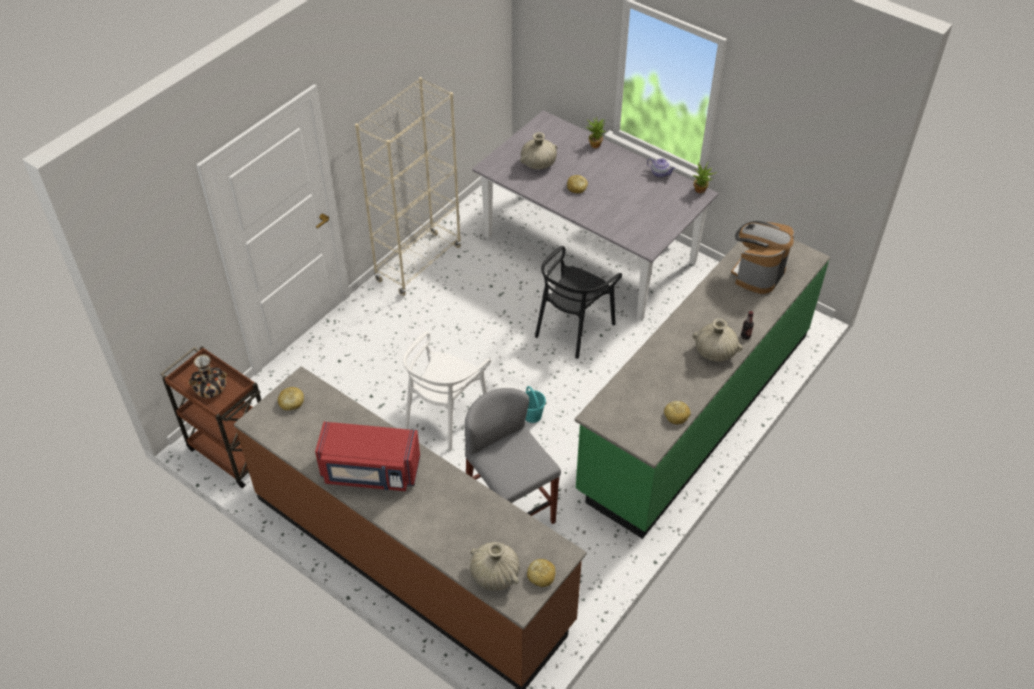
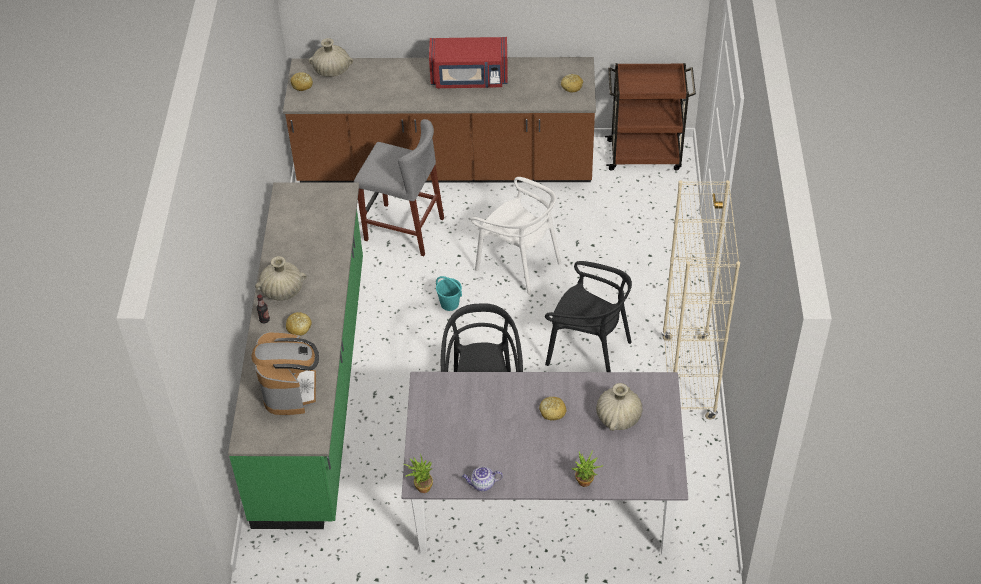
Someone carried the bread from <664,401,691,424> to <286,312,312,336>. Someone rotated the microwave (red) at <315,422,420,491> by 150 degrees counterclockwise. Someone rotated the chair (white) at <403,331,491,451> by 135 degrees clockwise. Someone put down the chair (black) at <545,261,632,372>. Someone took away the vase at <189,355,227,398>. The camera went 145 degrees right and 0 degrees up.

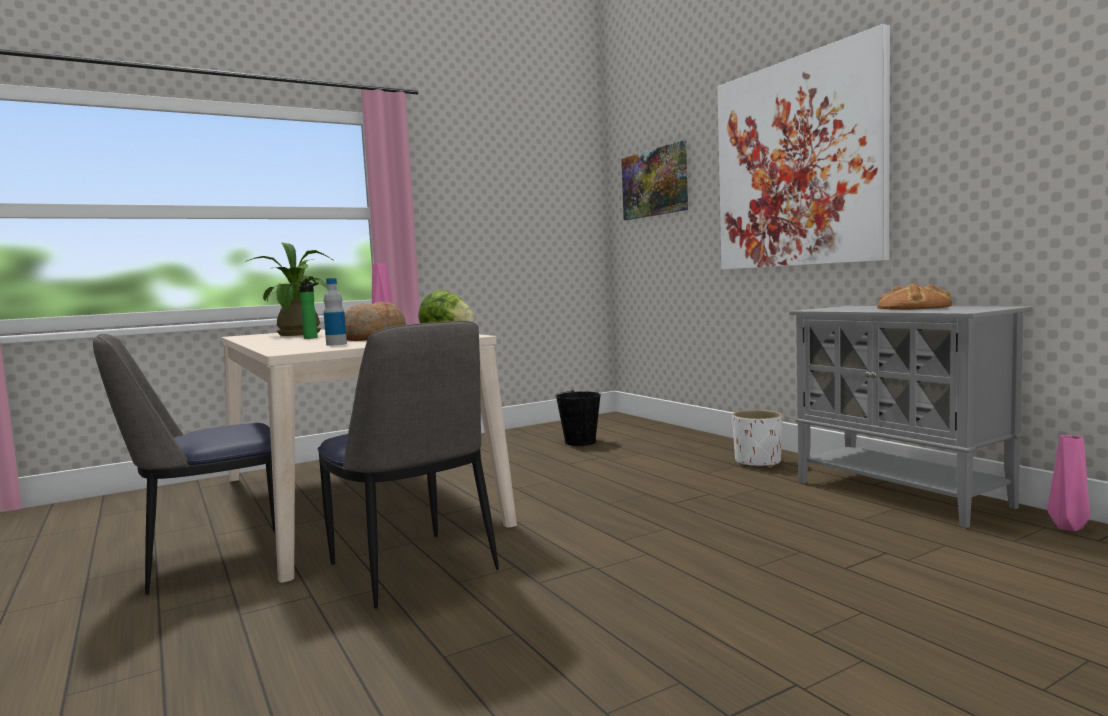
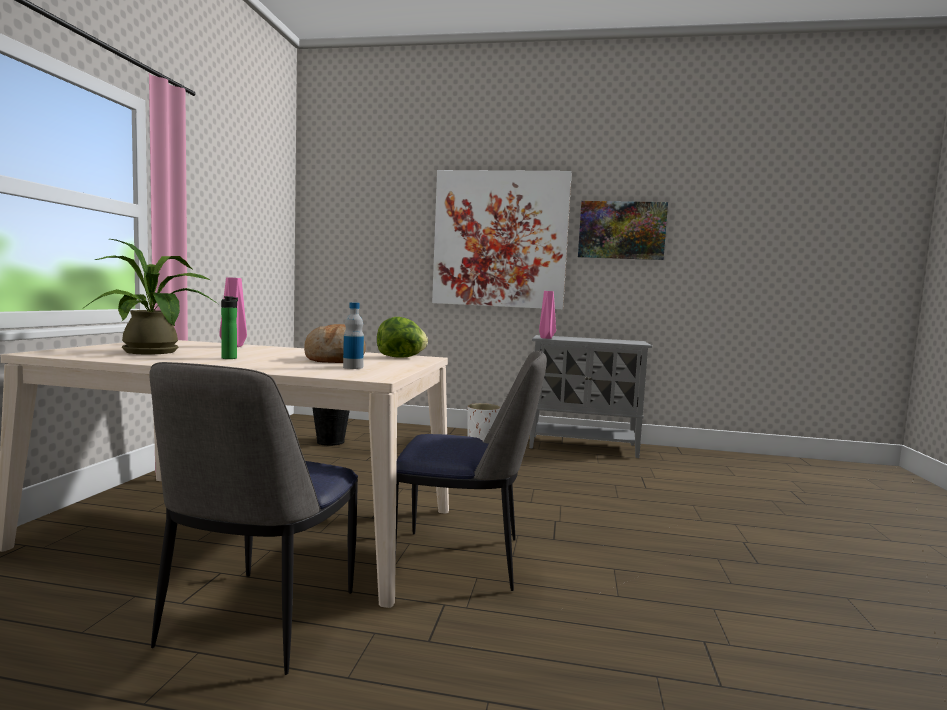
Someone carried the vase (pink) from <1047,435,1090,531> to <539,291,556,339>. Someone carried the picture from <621,141,688,220> to <578,201,668,260>. Someone took away the bread at <877,284,952,310>. The camera went 50 degrees left and 0 degrees up.

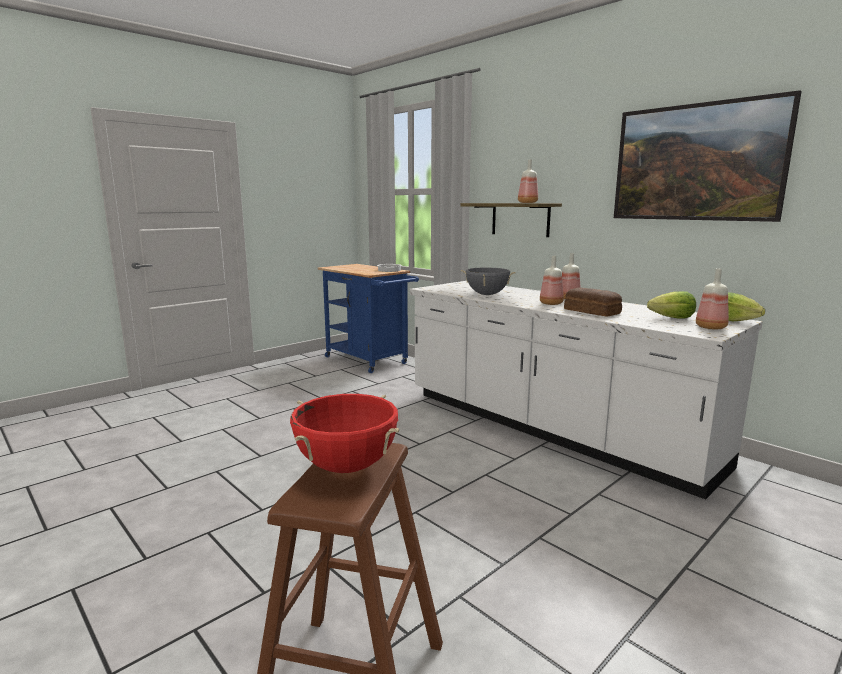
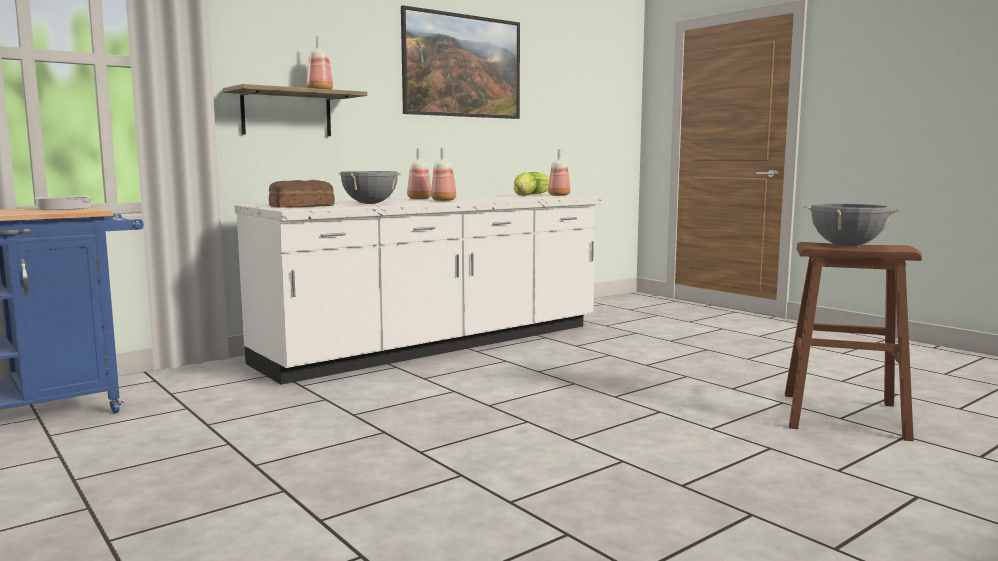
Someone carried the bread from <564,287,622,317> to <269,180,335,208>. Someone repainted the cooking pot (red) at <290,394,400,473>, which became the cooking pot (grey) at <803,203,900,247>. The camera went 85 degrees left and 5 degrees down.

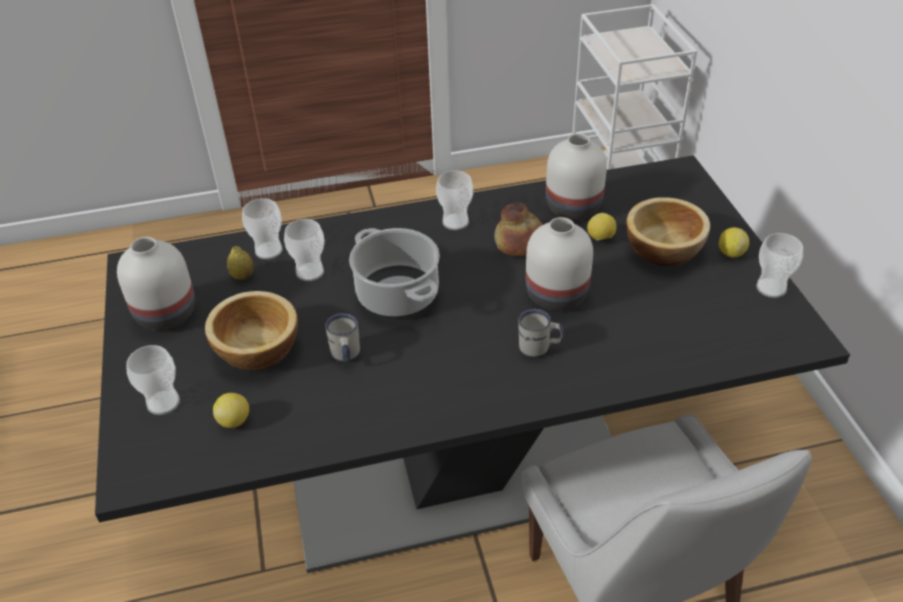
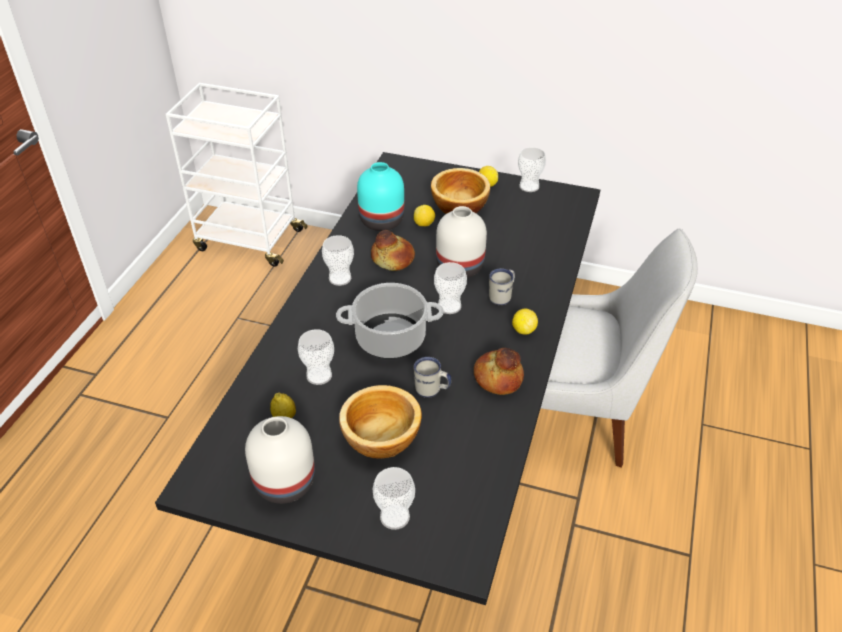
Someone repainted the vase (white) at <546,133,607,220>, which became the vase (turquoise) at <357,162,404,231>. Someone carried the cup from <242,198,283,259> to <434,262,467,314>. Someone put down the bread at <474,348,524,395>. Someone carried the lemon from <213,393,249,428> to <512,309,538,334>. The camera went 60 degrees left and 0 degrees up.

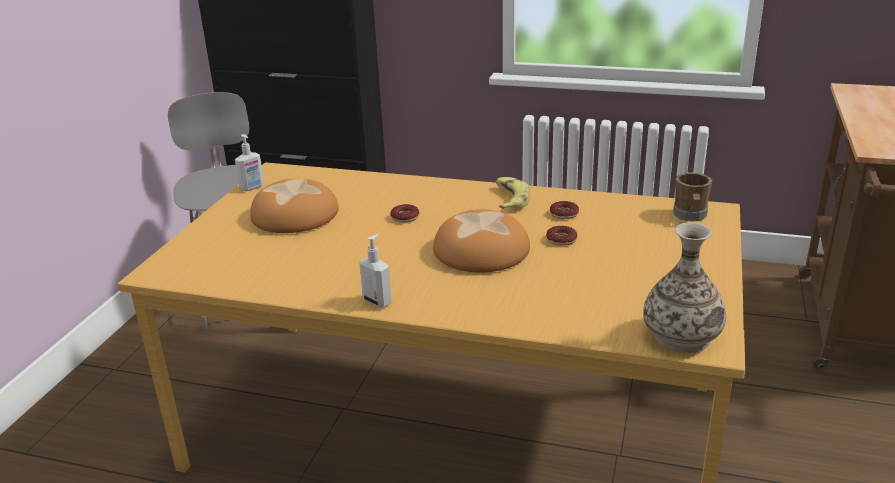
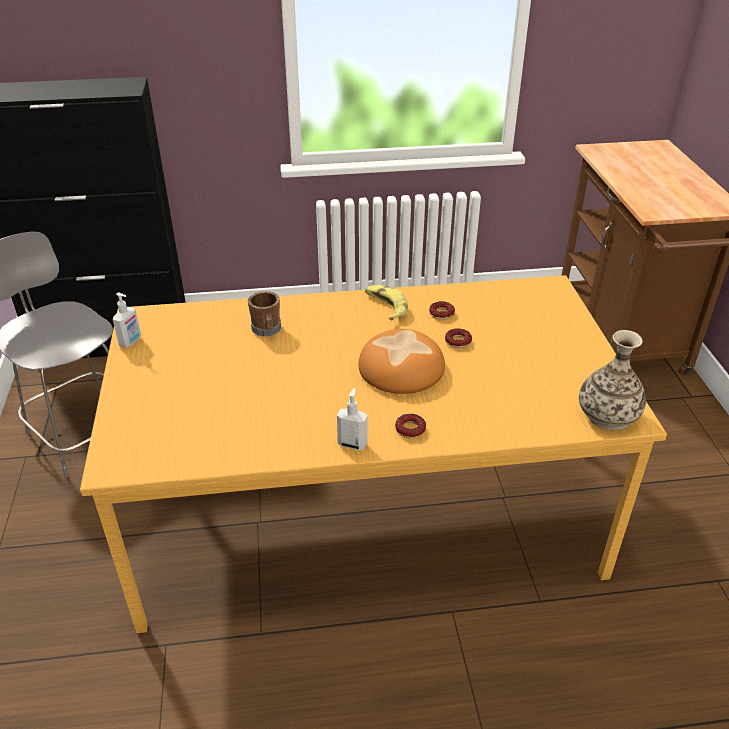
Someone carried the mug (brown) from <673,172,712,221> to <248,291,281,337>. Someone carried the donut from <391,204,419,223> to <395,414,426,439>. Someone took away the bread at <250,179,338,233>. The camera went 25 degrees left and 10 degrees up.

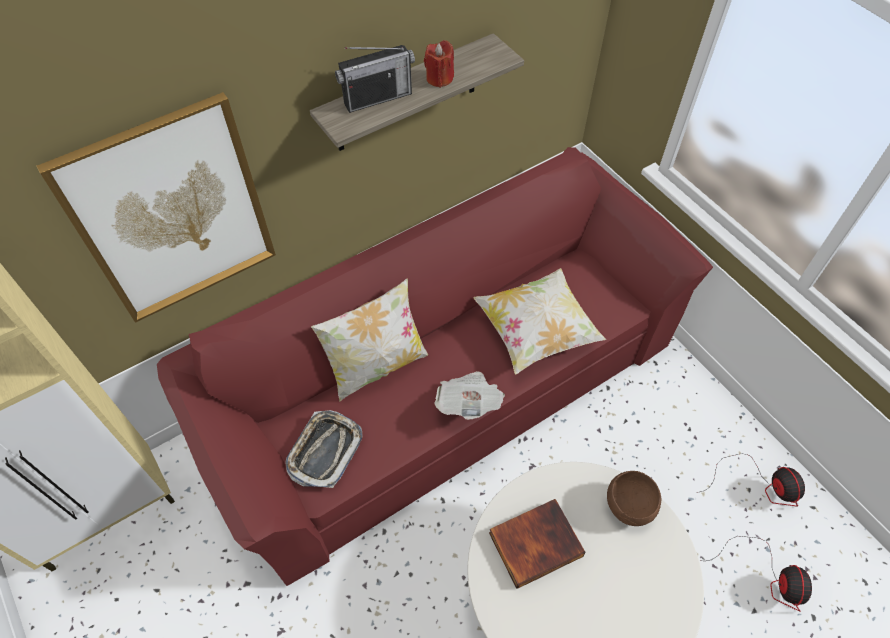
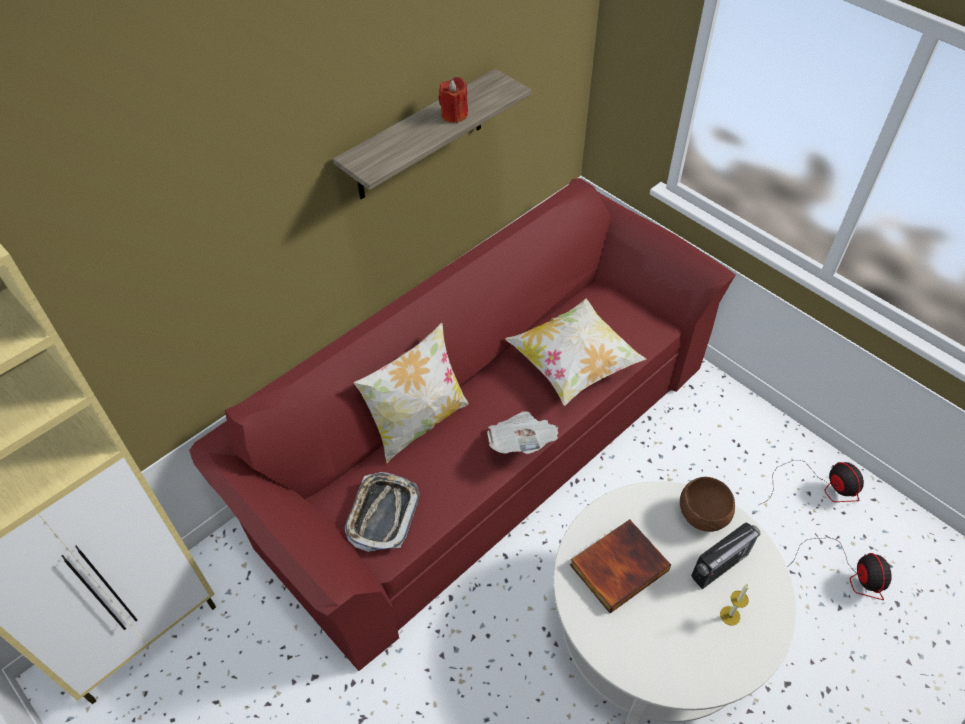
Someone carried the radio from <335,45,415,113> to <691,522,761,589>. Someone put down the candle at <720,584,749,626>. Someone took away the picture at <37,92,276,323>. The camera went 10 degrees left and 5 degrees down.

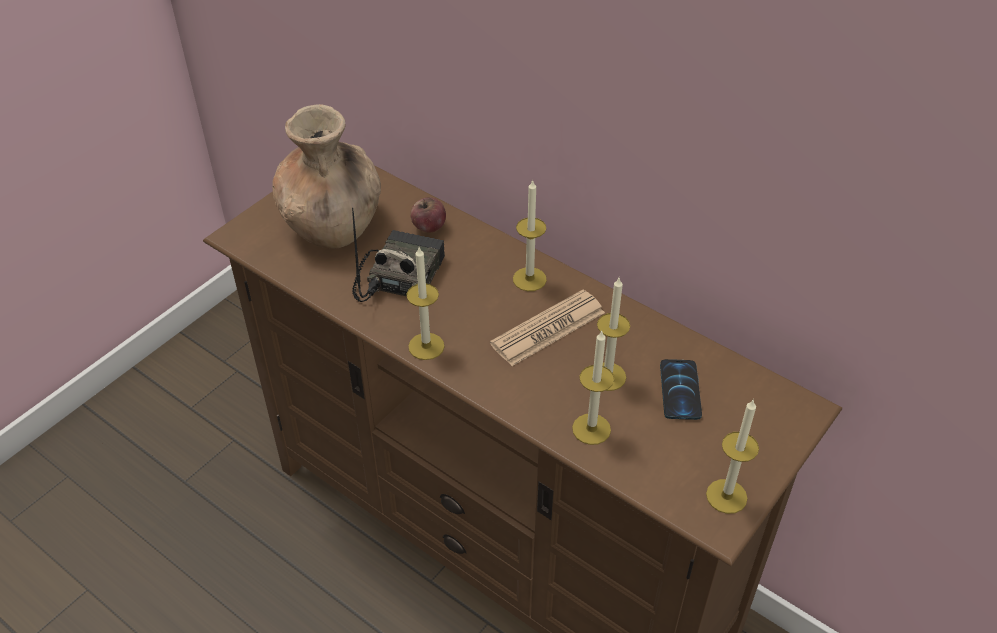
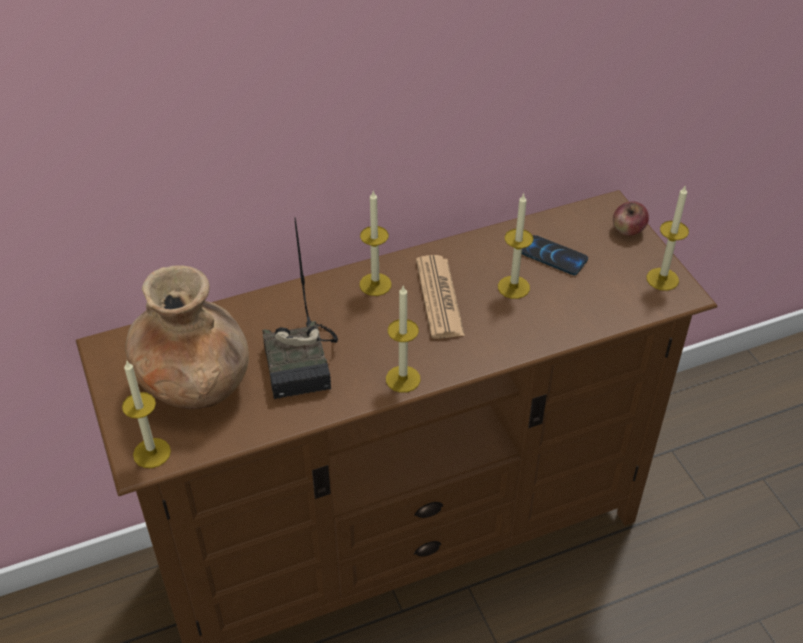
Someone carried the candle from <572,331,614,445> to <122,361,171,468>. Someone rotated the radio at <352,208,445,302> by 150 degrees counterclockwise. Someone carried the apple from <410,197,446,233> to <613,202,649,236>. The camera went 60 degrees left and 0 degrees up.

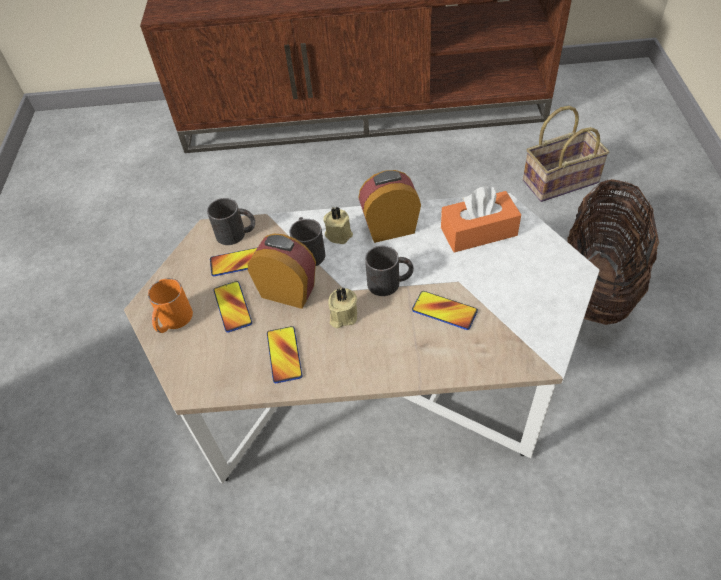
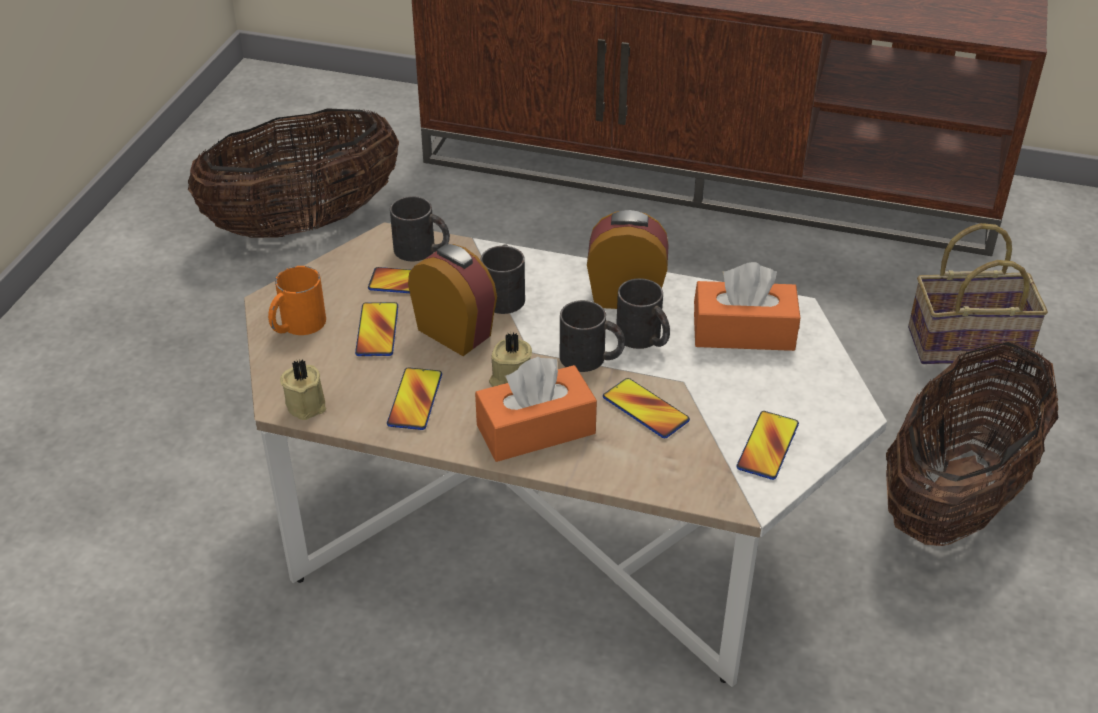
Someone put down the basket at <188,108,399,238>. Someone carried the candle (beige) from <323,206,353,244> to <280,360,326,420>. Someone put down the tissue box (orange) at <475,357,597,462>. Someone put down the mug (black) at <616,278,670,349>. Someone put down the phone at <736,411,799,480>. The camera went 15 degrees right and 10 degrees down.

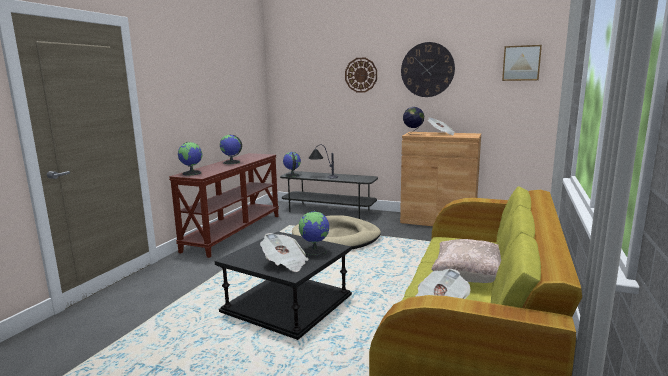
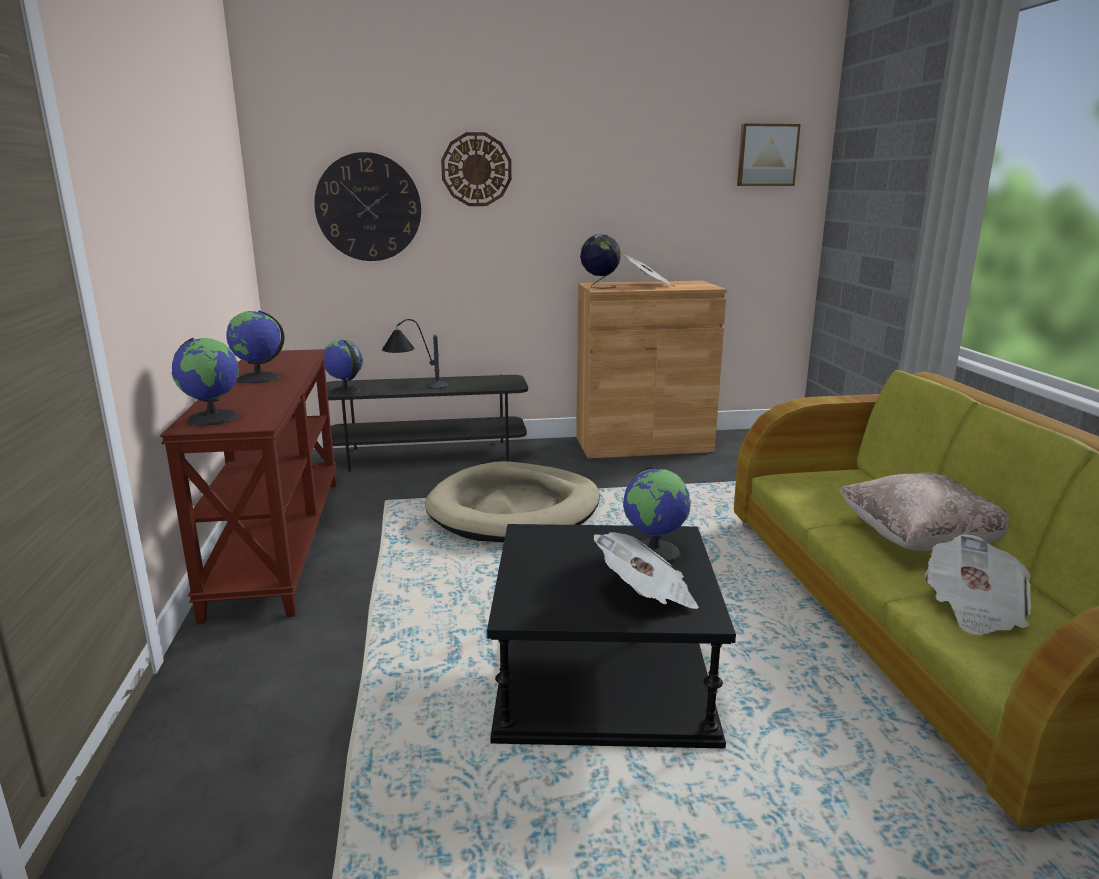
Someone carried the wall clock from <401,42,455,97> to <314,152,421,261>. The camera went 30 degrees left and 5 degrees up.

